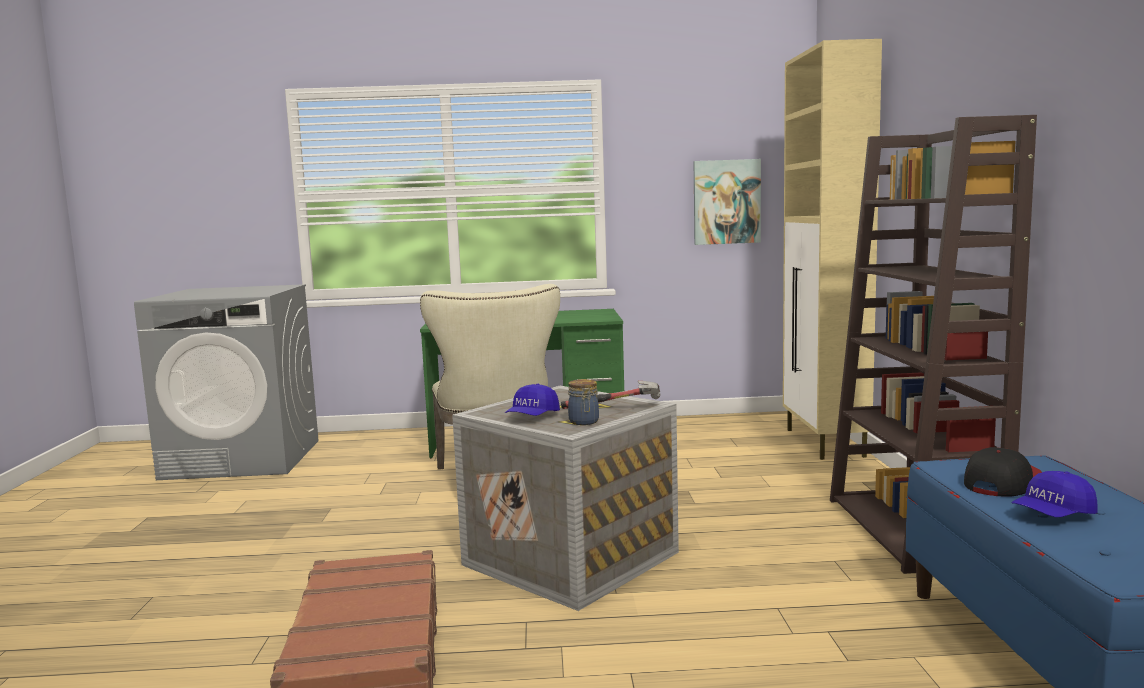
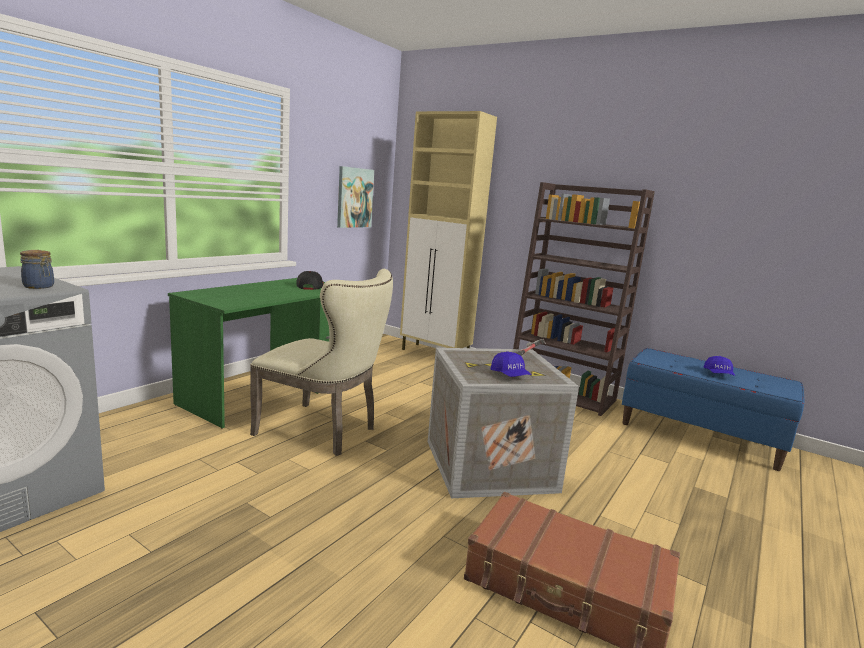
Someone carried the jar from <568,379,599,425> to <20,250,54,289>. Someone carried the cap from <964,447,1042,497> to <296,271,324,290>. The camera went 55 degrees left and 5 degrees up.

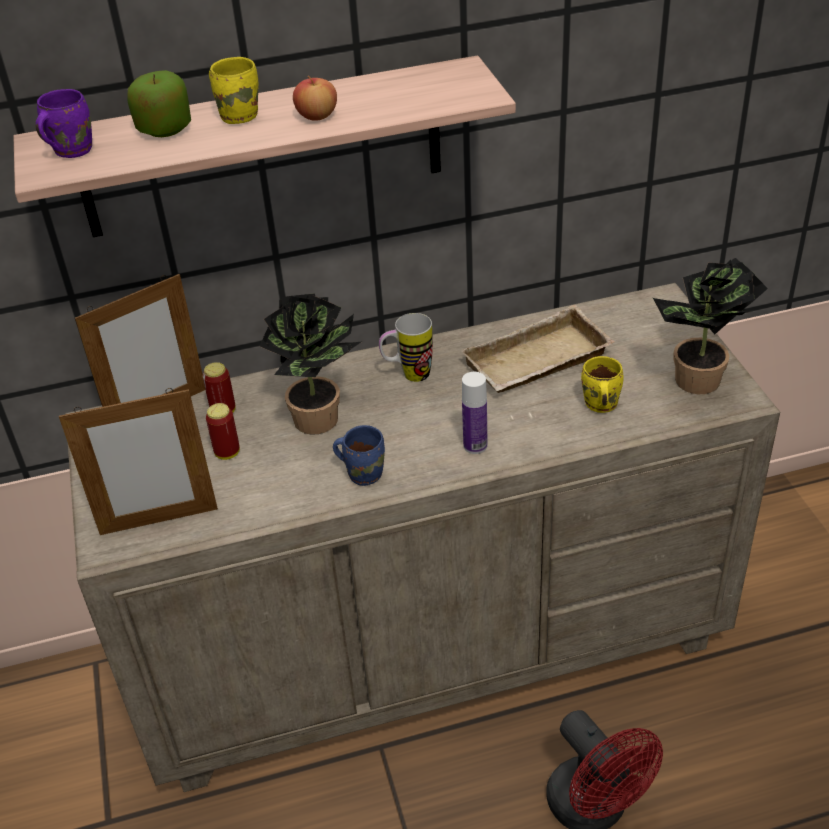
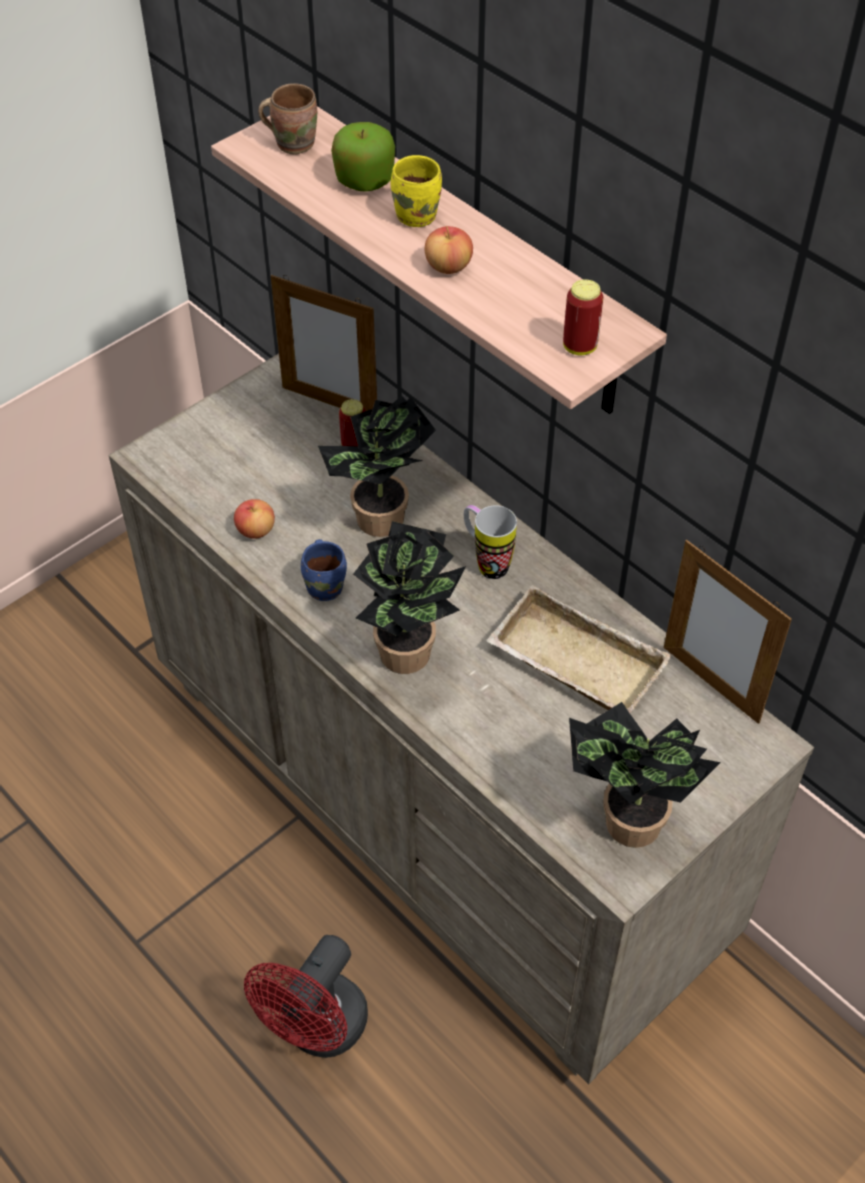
Someone put down the apple at <234,499,275,539>. Someone repainted the mug (purple) at <36,89,92,158>, which became the mug (brown) at <258,83,317,155>. Someone swapped the bottle at <462,372,487,454> for the potted plant at <353,521,466,674>. Someone carried the can from <206,403,240,460> to <563,279,603,355>. Someone carried the picture frame from <59,388,218,535> to <664,540,792,724>. Someone took away the mug (yellow) at <581,356,624,413>. The camera went 60 degrees right and 10 degrees up.

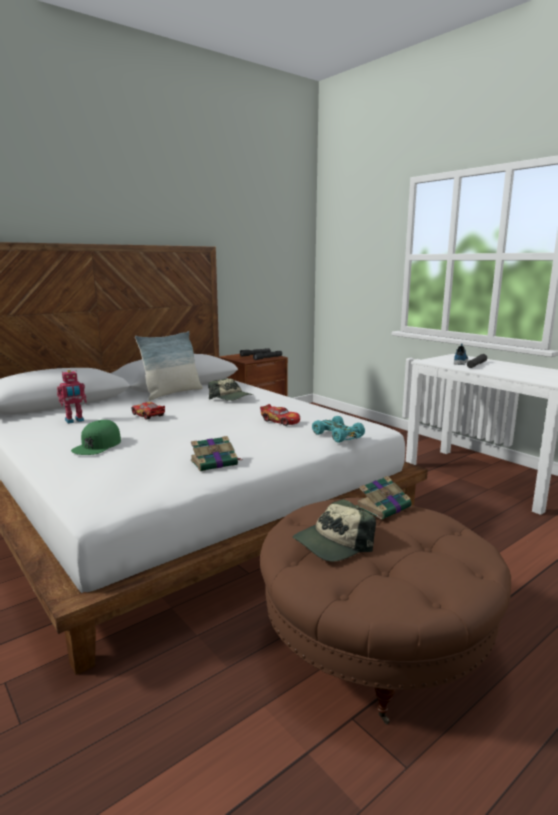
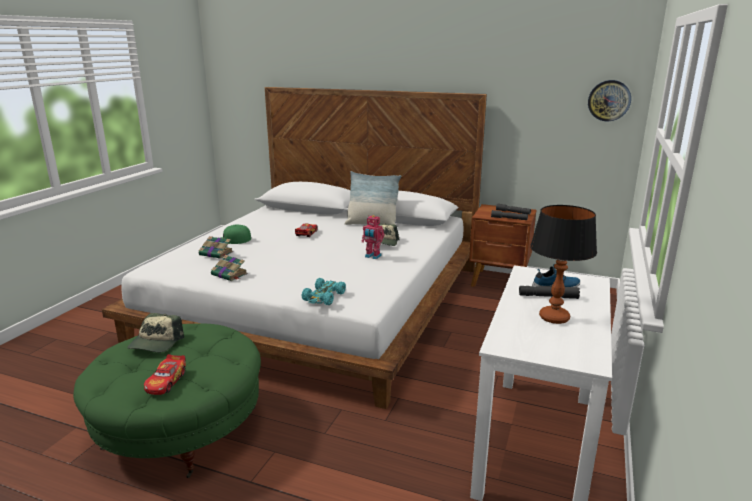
Someone repainted the ottoman (brown) at <260,498,511,724>, which became the ottoman (green) at <73,323,261,478>. Someone rotated the cap at <293,499,376,562> by 105 degrees counterclockwise. Someone carried the toy car from <260,404,300,426> to <144,354,186,395>. Someone carried the book from <356,476,412,520> to <199,236,233,259>. Someone carried the toy robot from <57,370,87,424> to <361,215,384,259>. Someone put down the table lamp at <530,205,597,324>. Someone put up the wall clock at <588,80,631,122>. The camera went 60 degrees right and 5 degrees up.

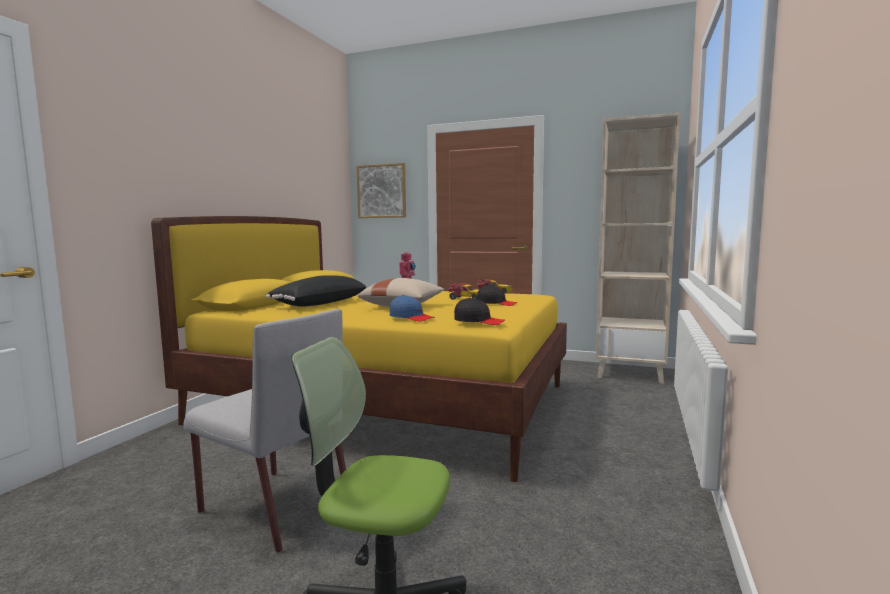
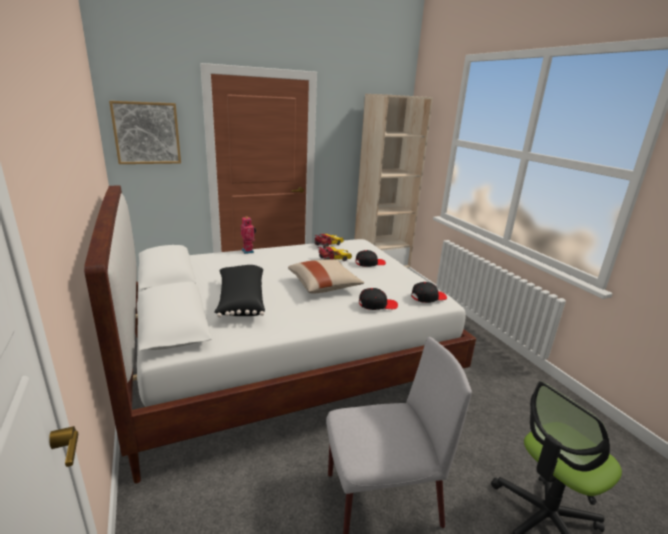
Someone repainted the bed (yellow) at <151,216,567,482>, which became the bed (white) at <84,185,476,484>. Someone repainted the cap (blue) at <390,295,435,322>, which became the cap (black) at <359,288,398,310>. The camera went 45 degrees left and 15 degrees up.

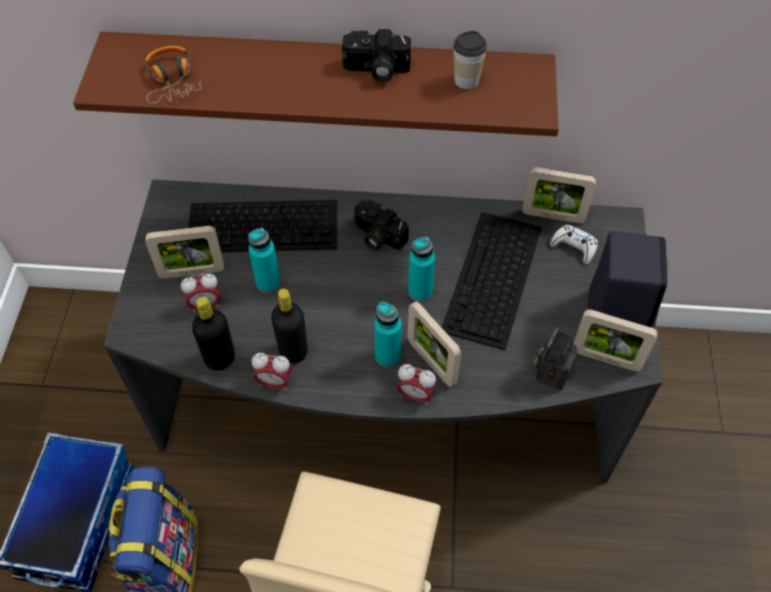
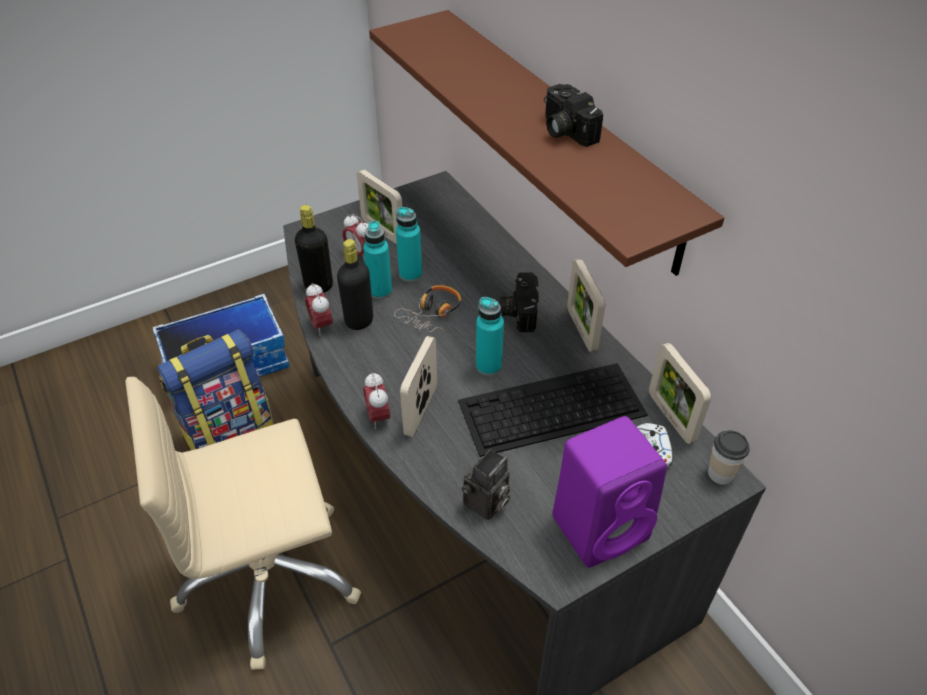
Someone carried the bottle (turquoise) from <374,302,402,367> to <363,221,392,299>. Someone carried the headphones from <146,46,209,104> to <394,285,461,332>. Someone rotated the photo camera at <534,328,578,390> by 135 degrees clockwise. Someone repainted the speaker (black) at <588,232,668,328>, which became the speaker (purple) at <552,416,667,567>. Someone carried the picture frame from <573,310,658,371> to <567,259,605,352>. Someone carried the cup from <453,31,487,89> to <708,430,750,485>. Someone took away the keyboard at <188,200,337,252>. The camera went 55 degrees right and 10 degrees down.

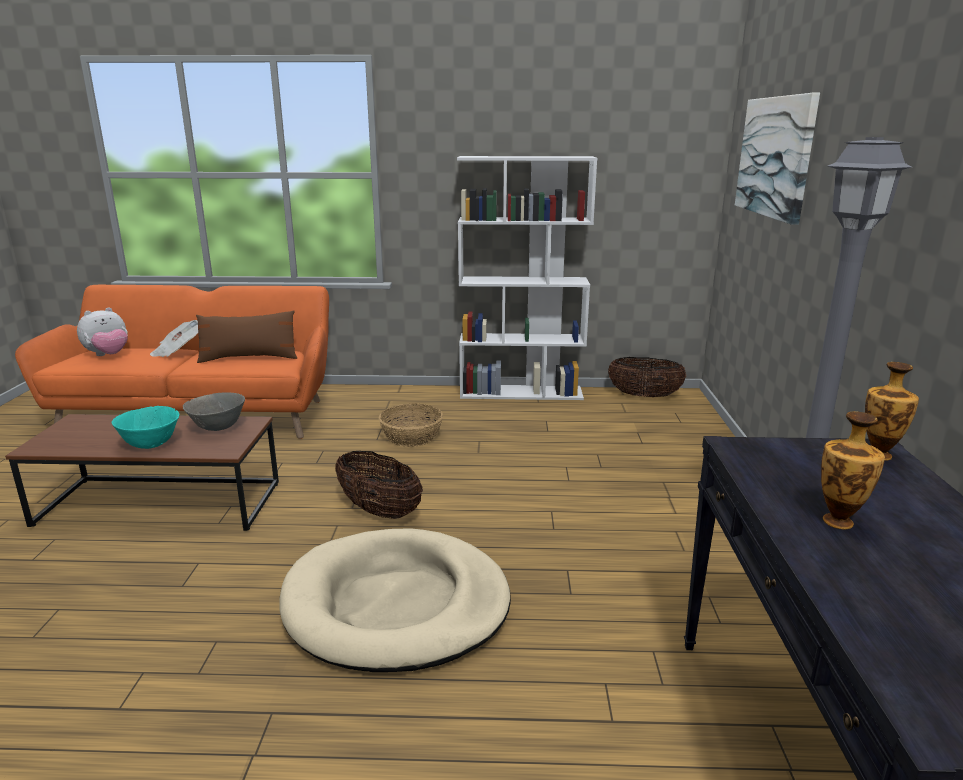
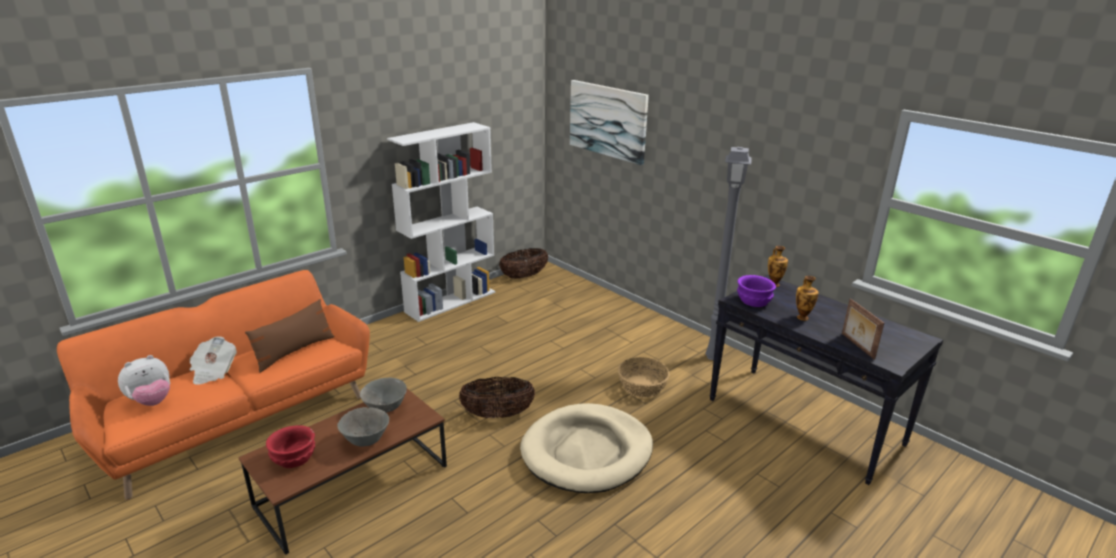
Someone rotated the plush toy at <77,307,128,356> by 45 degrees clockwise. Someone put down the bowl (red) at <266,425,315,468>. Someone repainted the bowl (turquoise) at <112,406,179,449>, which became the bowl (grey) at <337,407,389,446>. Someone carried the basket from <379,403,443,447> to <618,357,670,398>. Someone put down the bowl (purple) at <737,275,776,307>. Someone put down the picture frame at <842,299,884,360>. The camera went 45 degrees left and 5 degrees up.

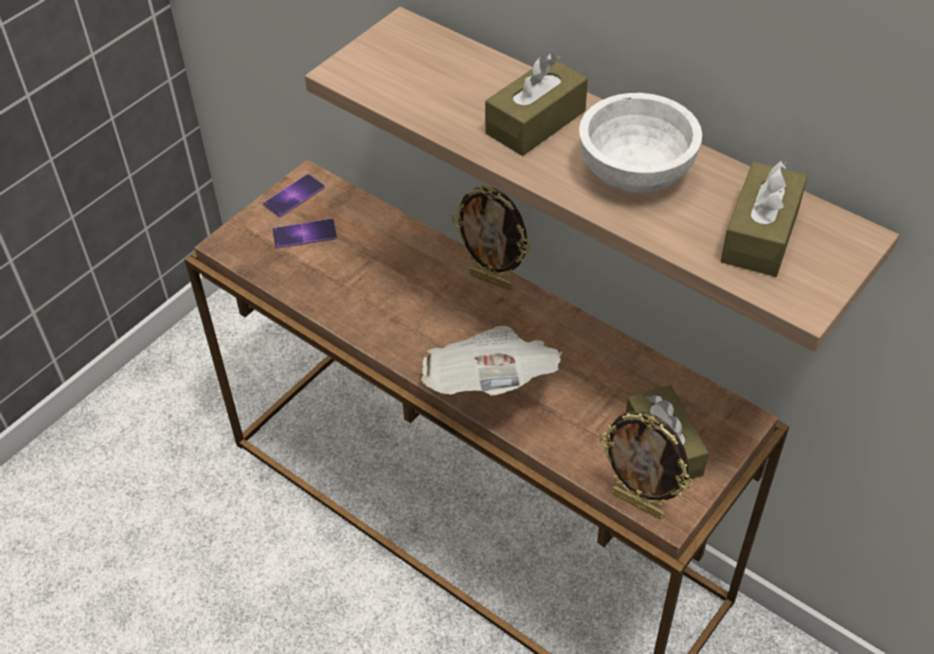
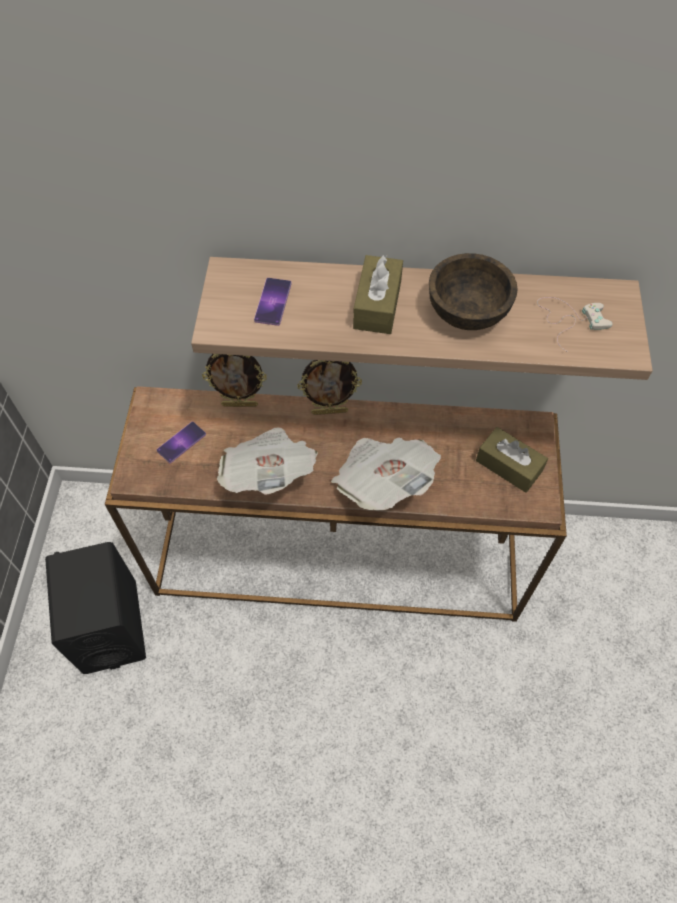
Someone put down the speaker (black) at <45,542,146,674>. Someone carried the picture frame from <599,412,692,519> to <202,354,267,407>. Someone put down the newspaper at <217,428,318,495>. Someone carried the phone from <263,174,325,218> to <254,278,292,326>. Someone repainted the bowl (white) at <579,93,702,193>, which became the bowl (brown) at <429,253,518,330>. Someone swapped the tissue box (brown) at <721,160,808,277> for the game controller (white) at <537,297,613,352>. The camera went 35 degrees left and 10 degrees up.

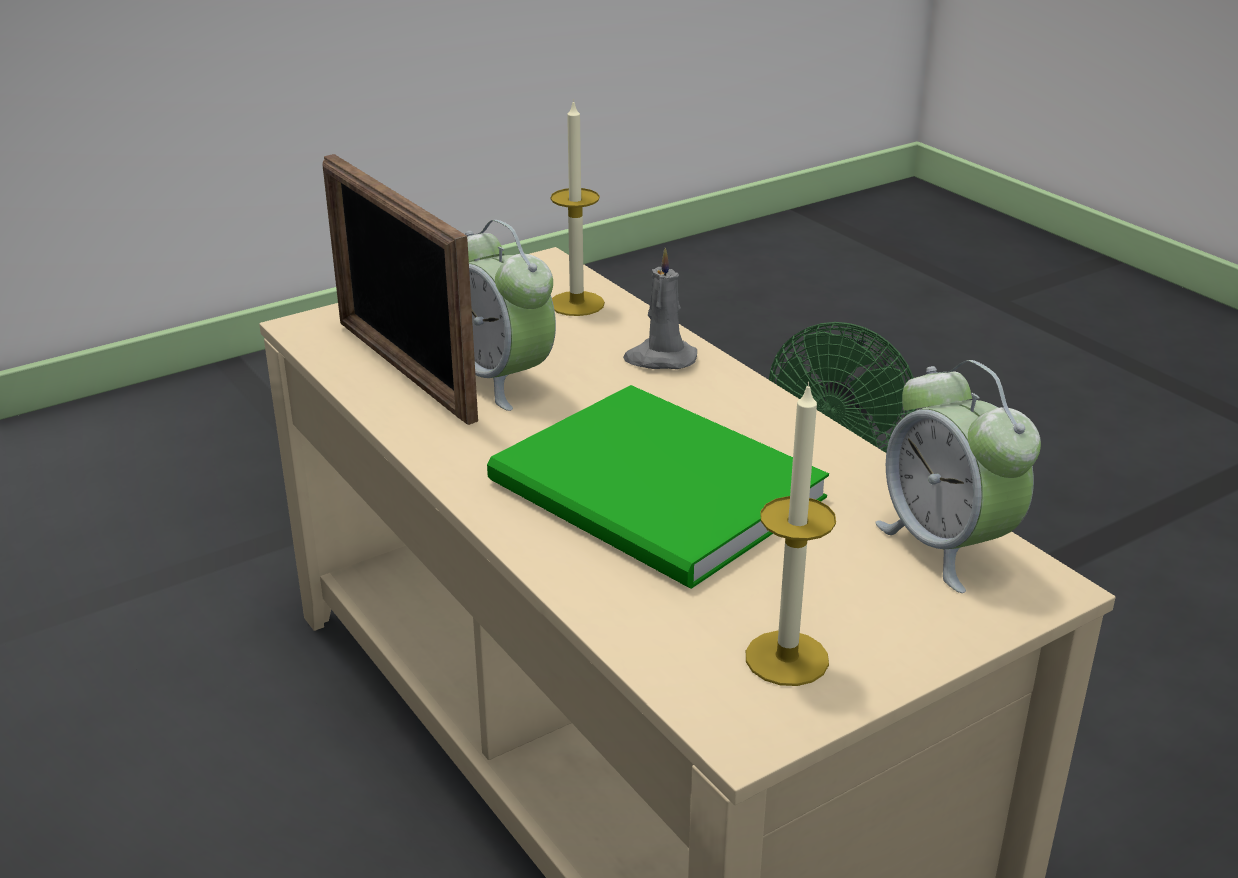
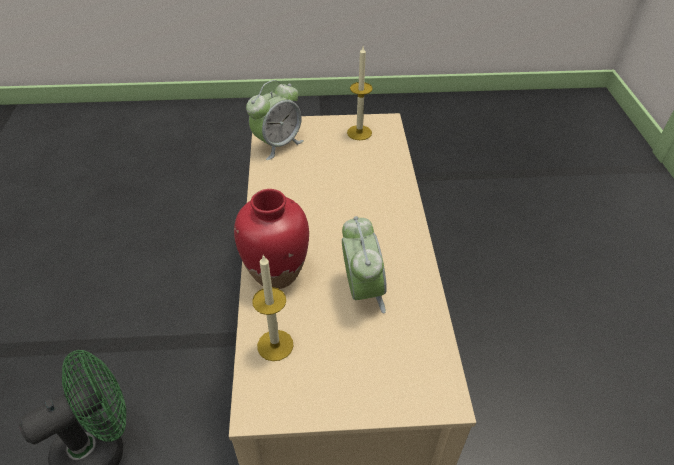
Someone swapped the candle (grey) at <623,248,697,369> for the vase (red) at <234,189,309,289>. Someone rotated the alarm clock at <875,360,1041,593> by 45 degrees clockwise. Someone took away the picture frame at <323,154,478,425>. Someone took away the book (green) at <487,385,829,589>. The camera went 150 degrees left and 15 degrees up.

